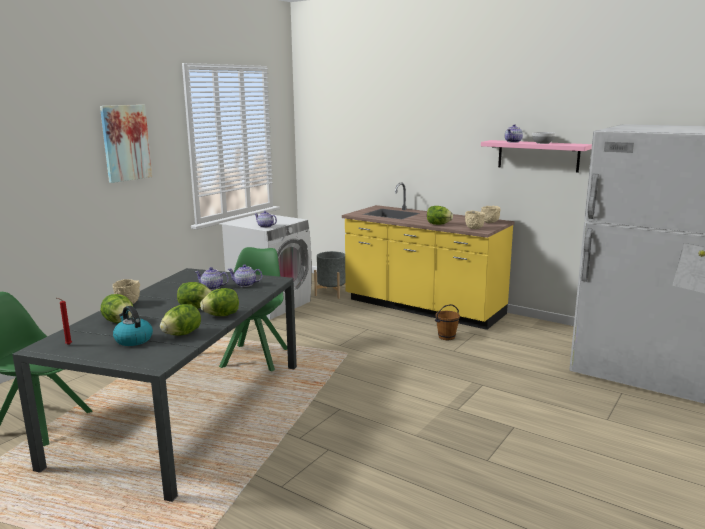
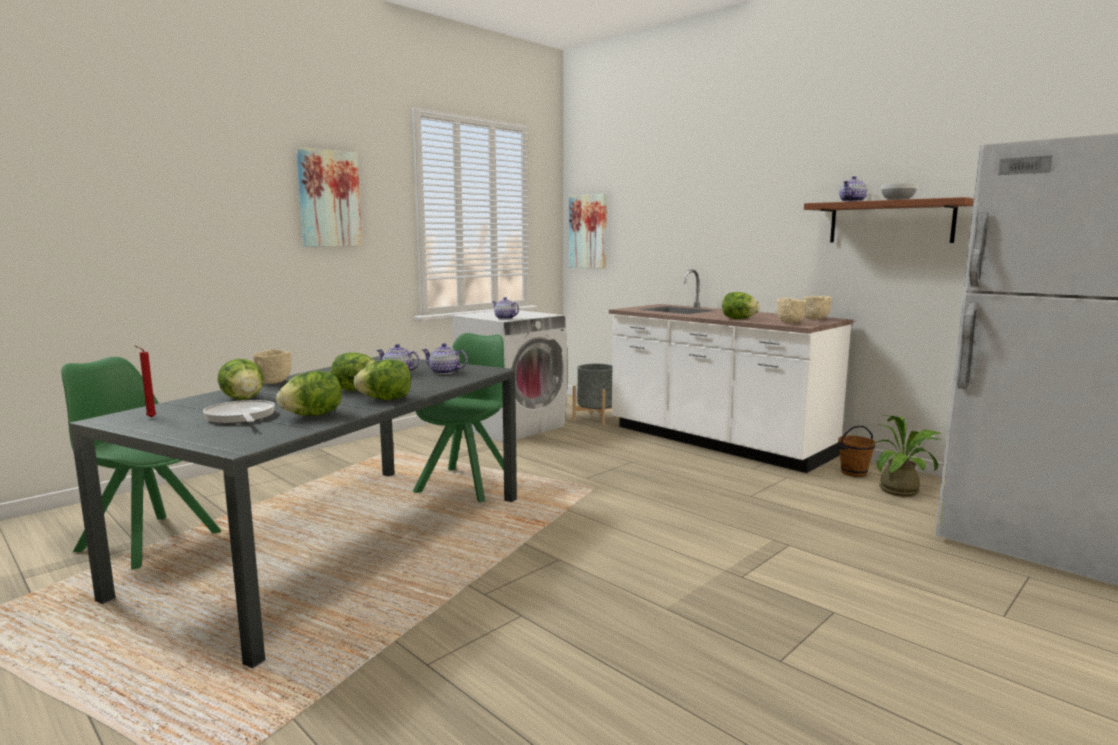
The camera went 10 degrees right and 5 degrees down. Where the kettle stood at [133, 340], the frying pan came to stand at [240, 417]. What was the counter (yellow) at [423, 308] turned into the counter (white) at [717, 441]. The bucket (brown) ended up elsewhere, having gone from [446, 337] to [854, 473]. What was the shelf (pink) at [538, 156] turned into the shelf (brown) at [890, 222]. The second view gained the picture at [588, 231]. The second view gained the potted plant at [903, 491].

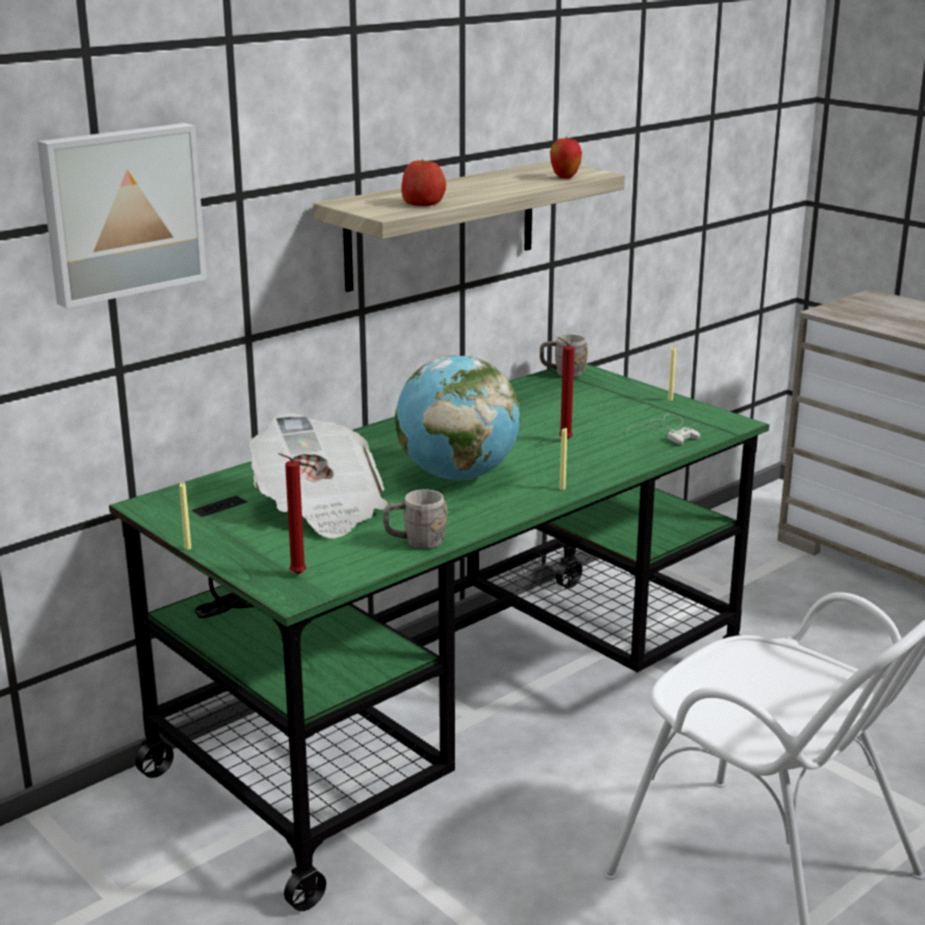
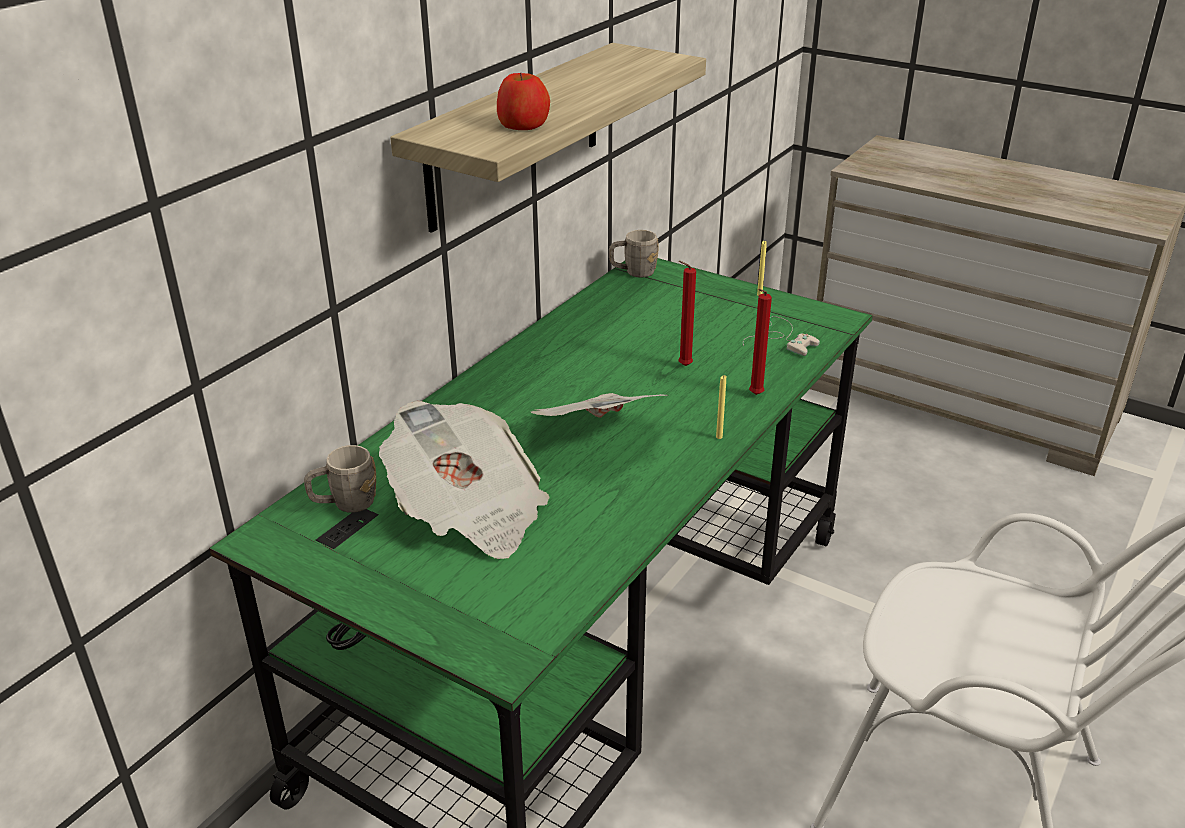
The camera went 15 degrees left and 10 degrees up. The second view lost the picture at [121, 212]. The second view lost the candle (yellow) at [188, 548]. The candle (red) ended up elsewhere, having gone from [295, 575] to [754, 395]. The mug (grey) ended up elsewhere, having gone from [415, 543] to [345, 504]. Where the globe stood at [457, 476], the newspaper came to stand at [598, 435]. The second view lost the apple at [565, 178].

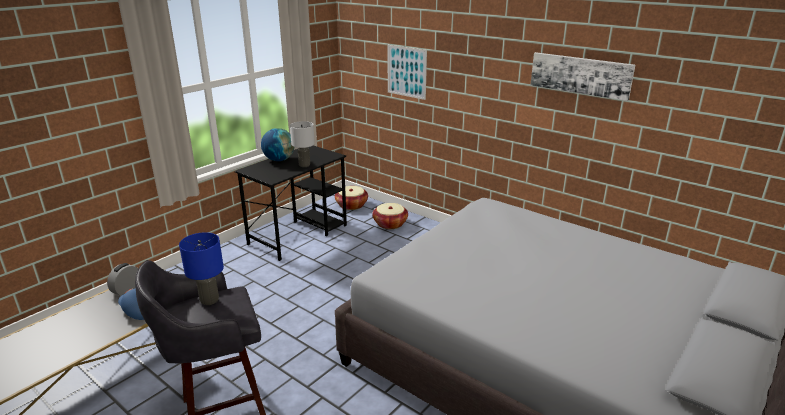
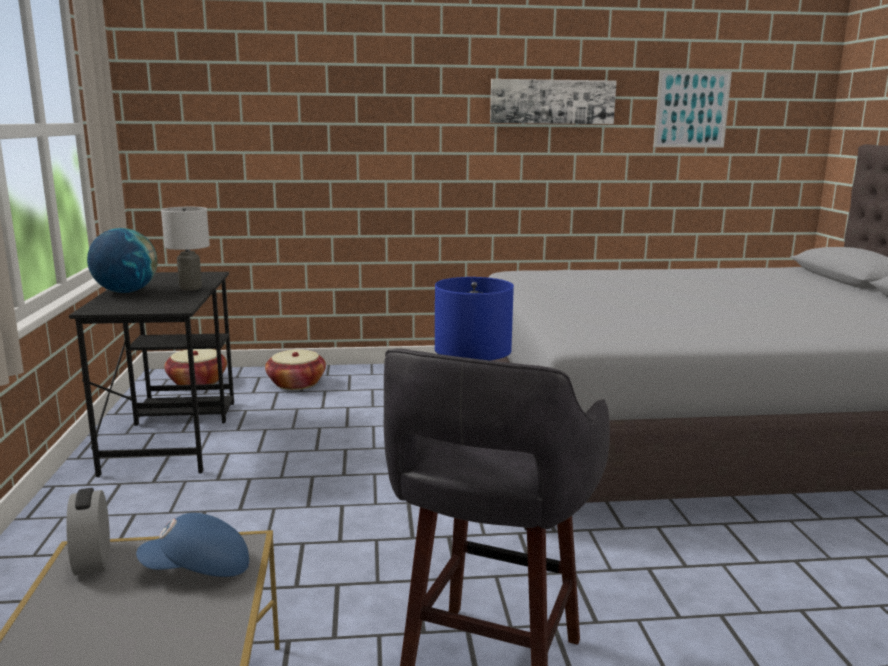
The camera went 45 degrees left and 10 degrees down. The picture ended up elsewhere, having gone from [406, 72] to [692, 109].

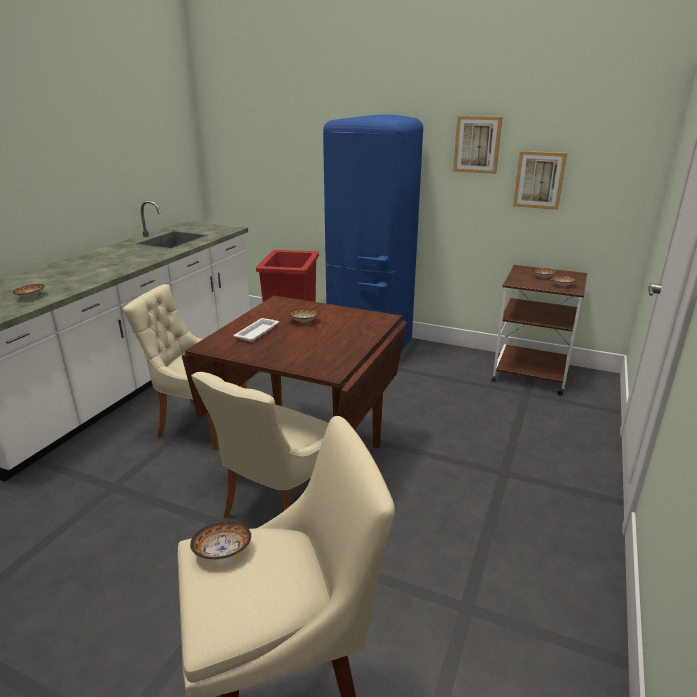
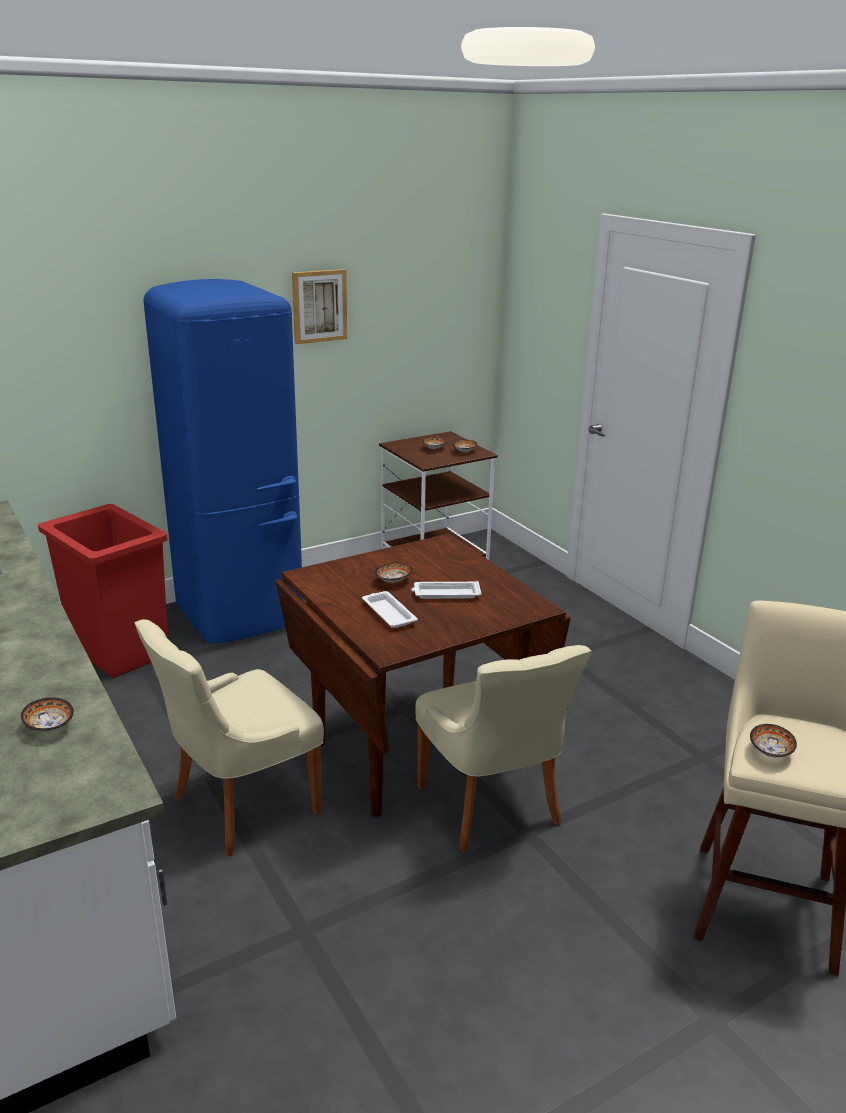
The camera went 55 degrees left and 0 degrees up. The second view lost the picture at [539, 180]. The second view gained the tray (white) at [445, 594].

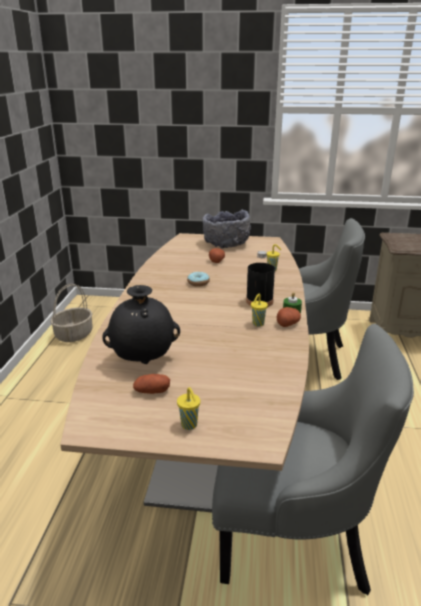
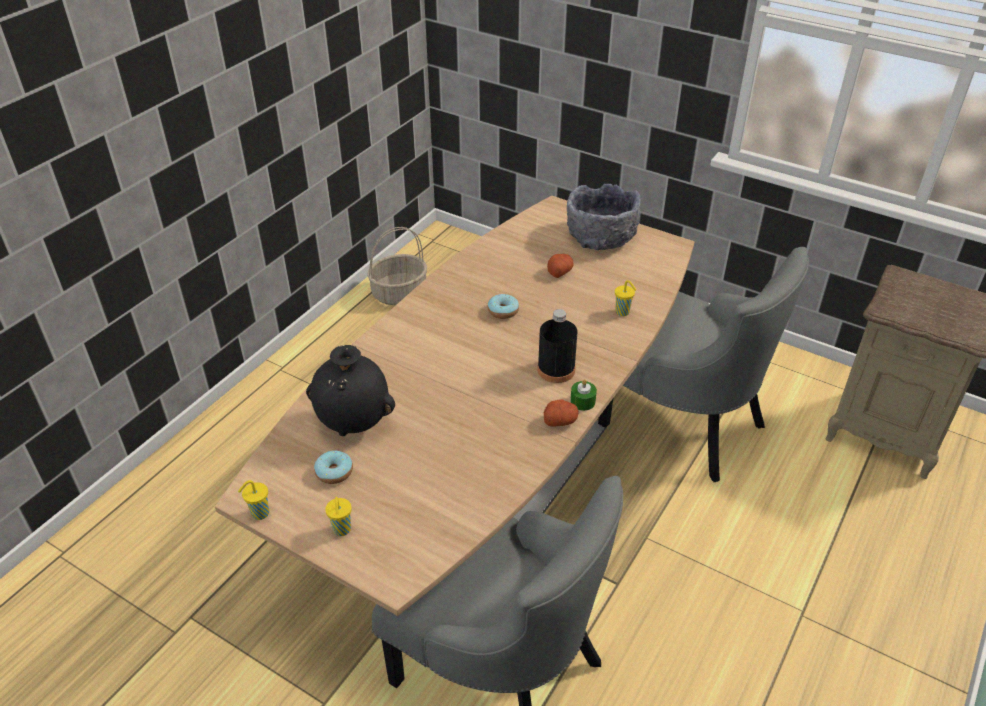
The camera went 25 degrees right and 15 degrees up. Where the potato stood at [152, 391], the donut came to stand at [334, 472]. The cup (yellow) ended up elsewhere, having gone from [257, 324] to [259, 514].

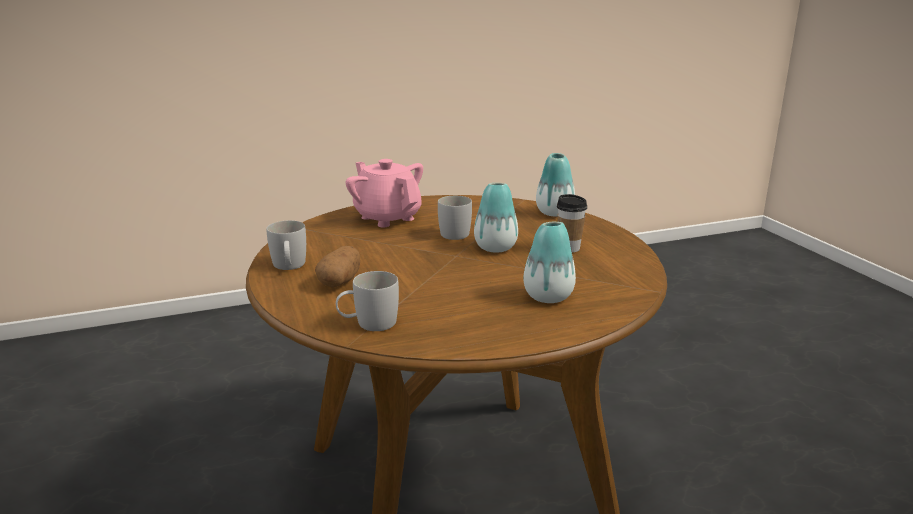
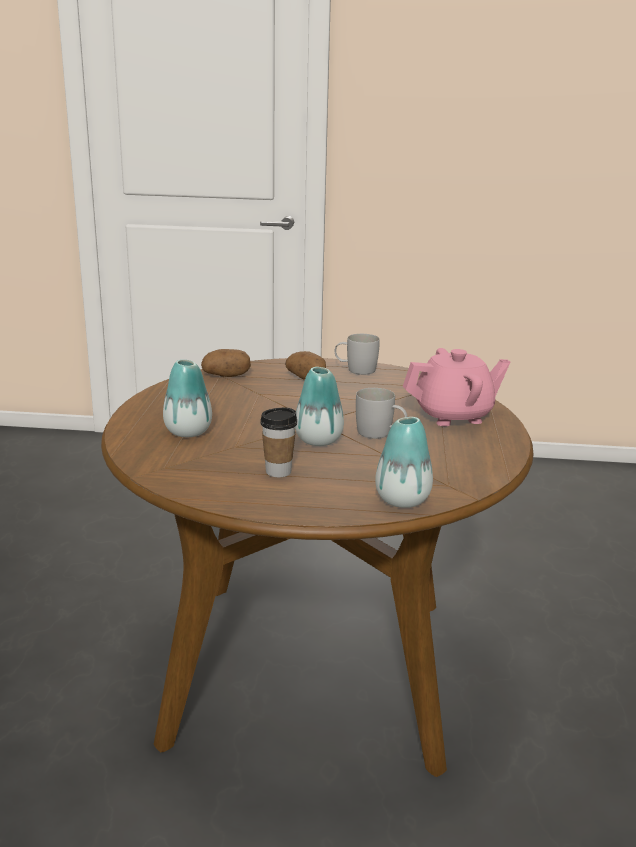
The camera went 115 degrees right and 0 degrees up. Where the mug (white) stood at [368, 324], the potato came to stand at [226, 376].

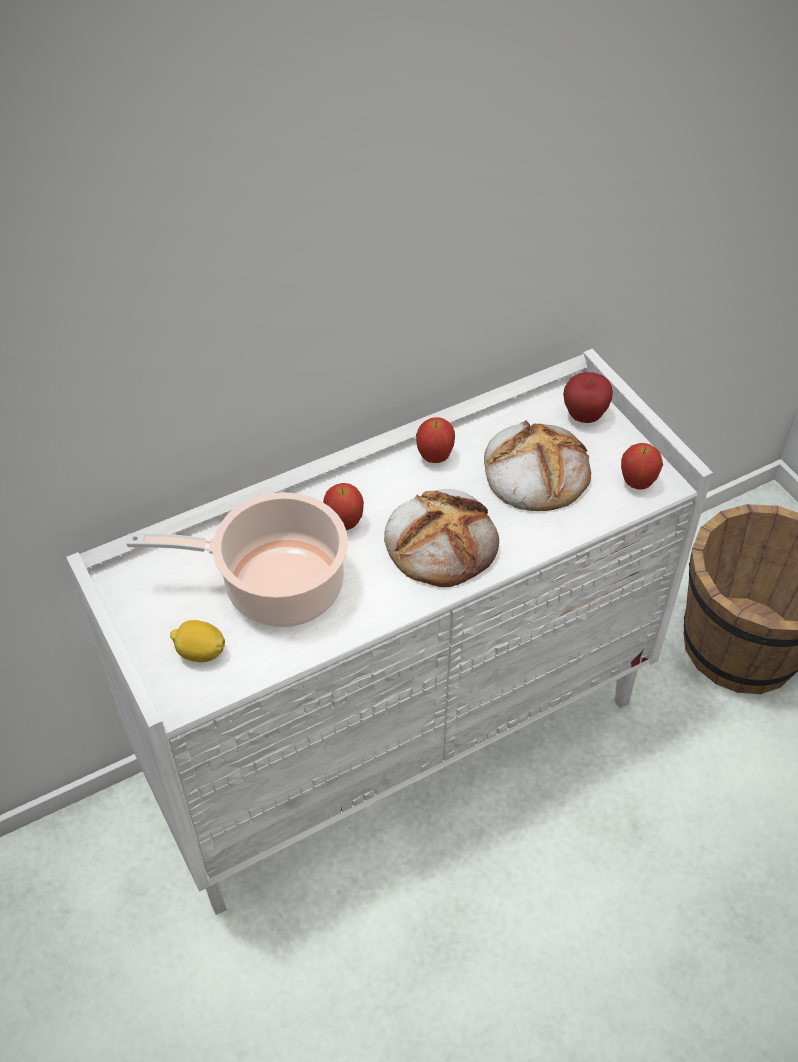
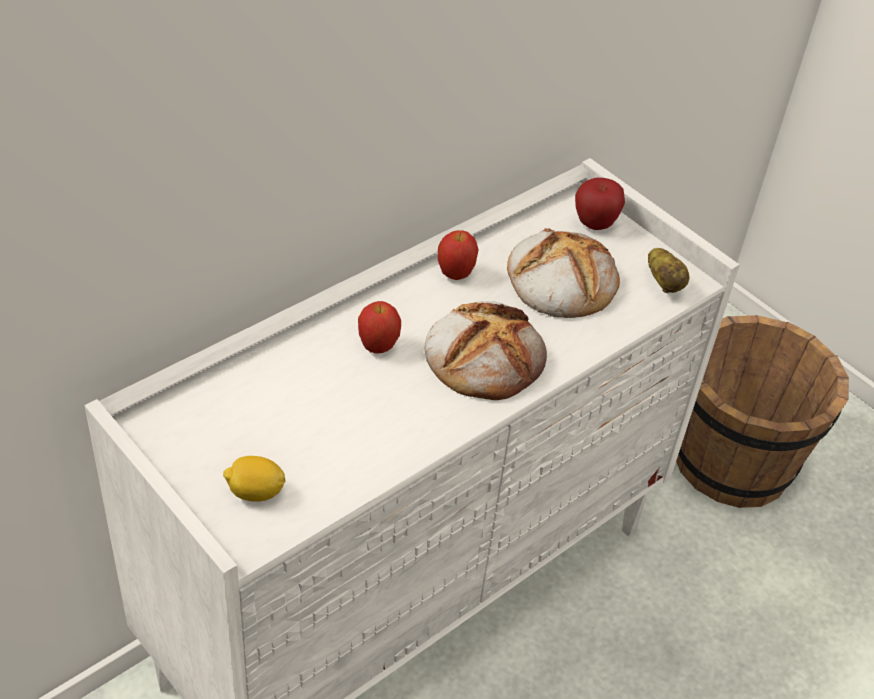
The camera went 15 degrees left and 5 degrees down. The second view lost the cooking pot at [275, 586]. Where the apple stood at [637, 483], the potato came to stand at [664, 283].

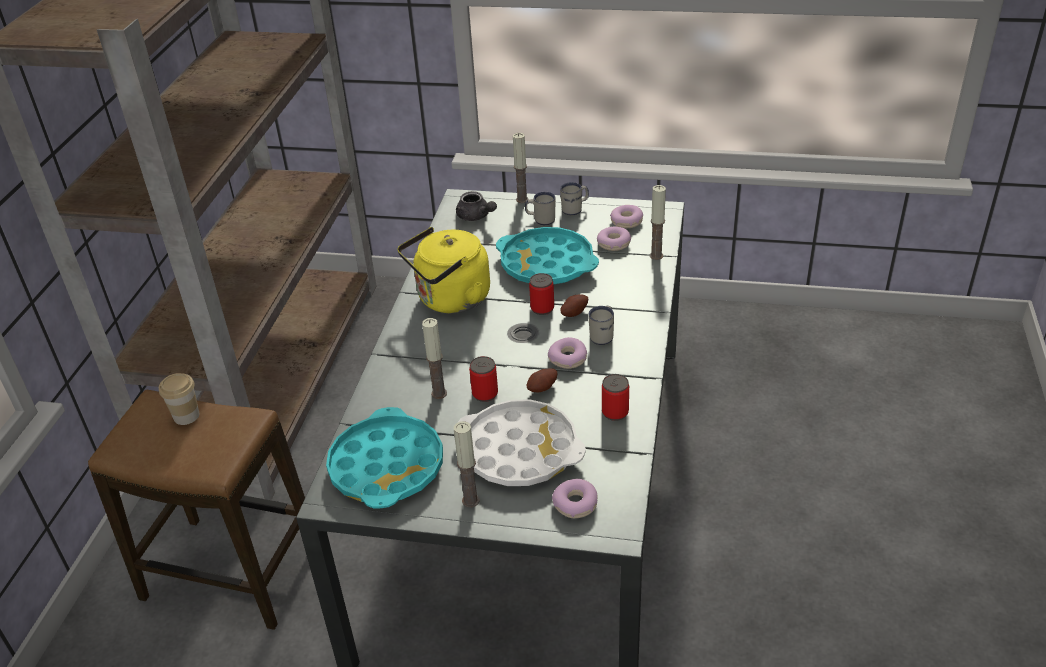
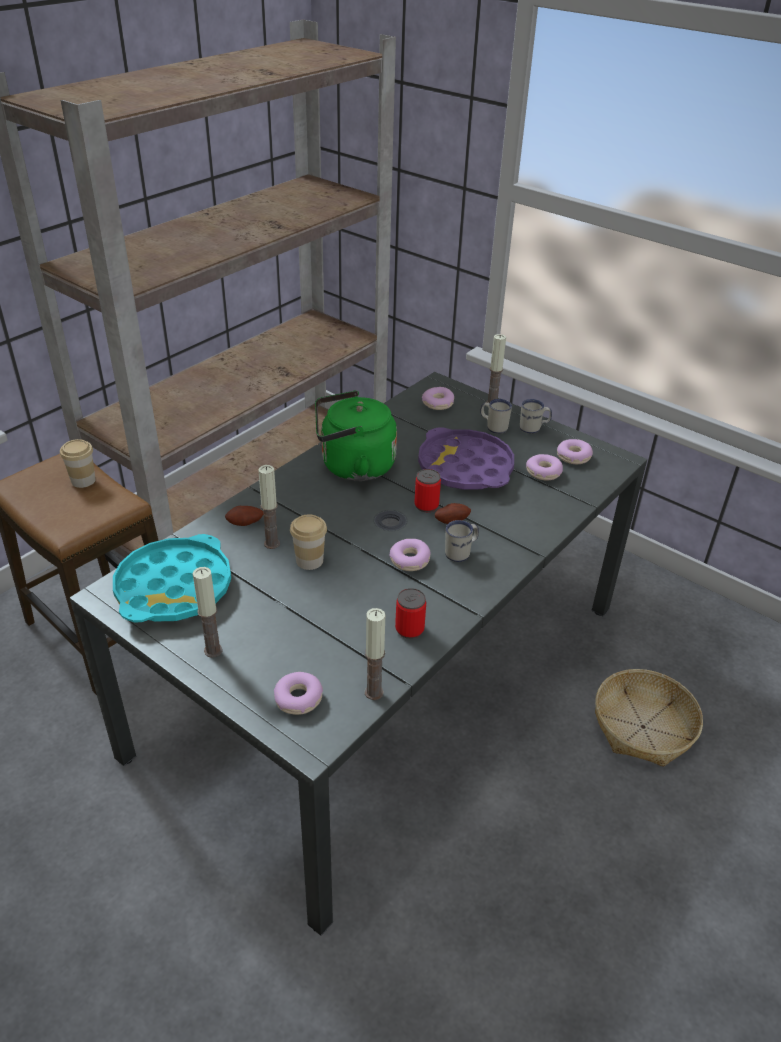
The camera went 25 degrees right and 0 degrees up. What was the kettle (yellow) at [450, 300] turned into the kettle (green) at [353, 466]. Where the teapot (grey) stood at [476, 217], the donut came to stand at [438, 404]. The second view lost the tray (white) at [519, 451]. Where the can stood at [485, 394], the cup came to stand at [309, 560]. What was the tray (turquoise) at [547, 264] turned into the tray (purple) at [465, 467]. The potato ended up elsewhere, having gone from [543, 388] to [245, 524]. The candle ended up elsewhere, having gone from [656, 256] to [374, 692]. The second view gained the basket at [643, 727].

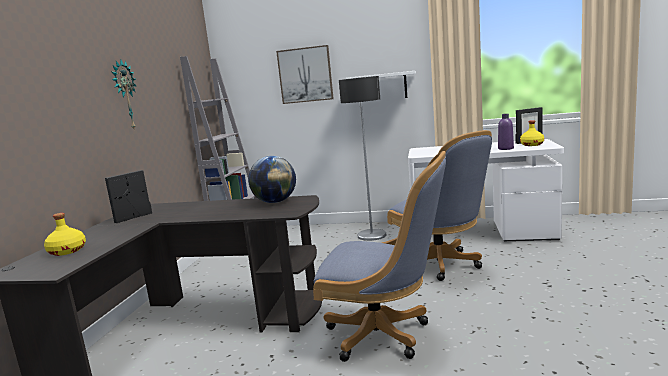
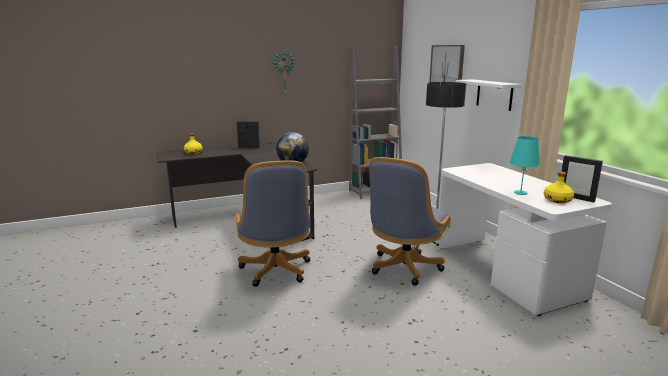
The camera went 55 degrees right and 5 degrees up. Where the bottle (purple) stood at [505, 148], the table lamp (turquoise) came to stand at [520, 193].

